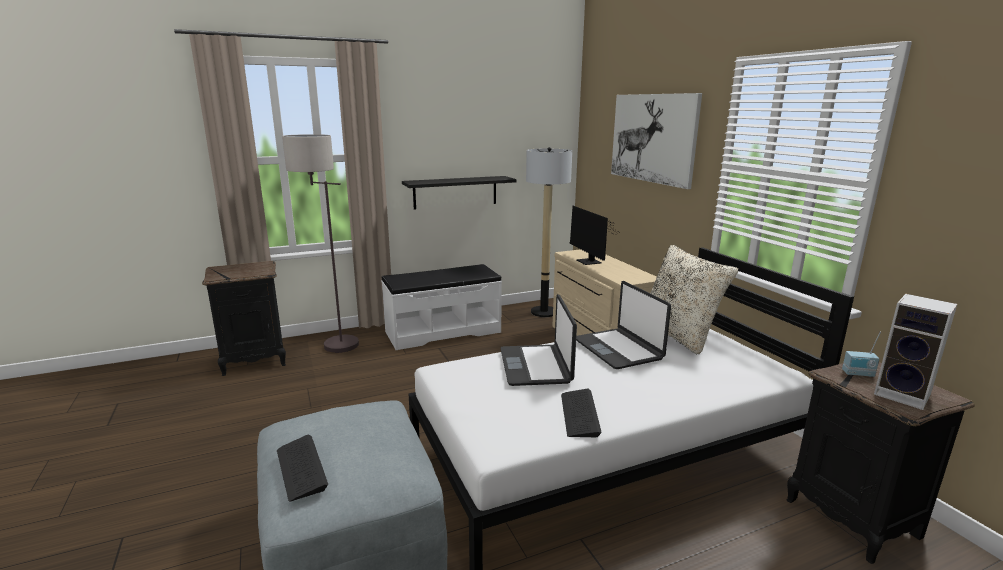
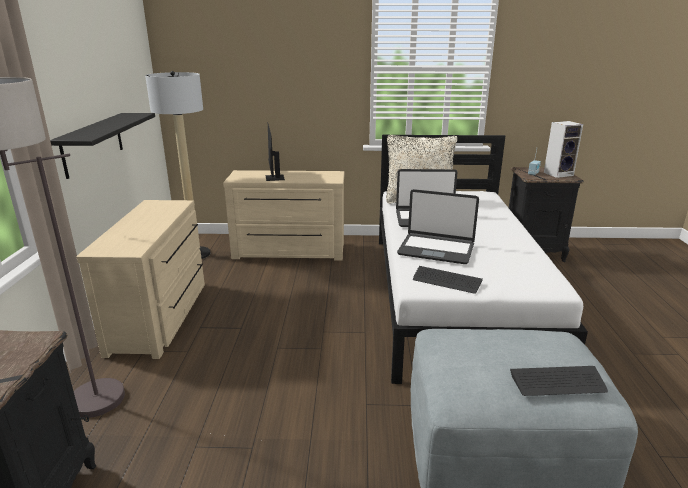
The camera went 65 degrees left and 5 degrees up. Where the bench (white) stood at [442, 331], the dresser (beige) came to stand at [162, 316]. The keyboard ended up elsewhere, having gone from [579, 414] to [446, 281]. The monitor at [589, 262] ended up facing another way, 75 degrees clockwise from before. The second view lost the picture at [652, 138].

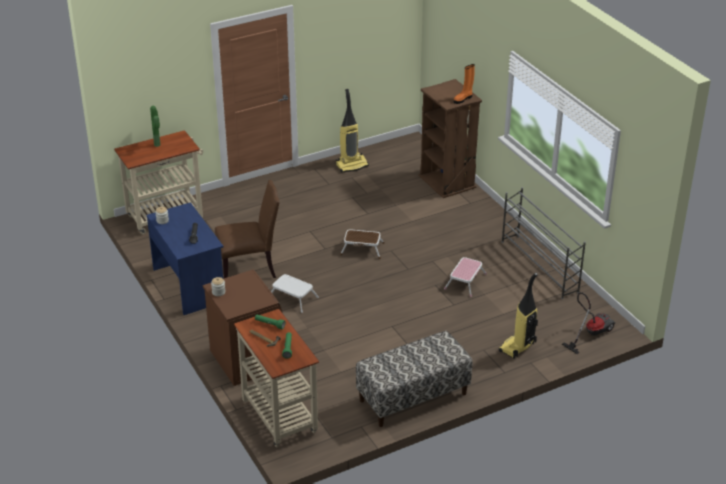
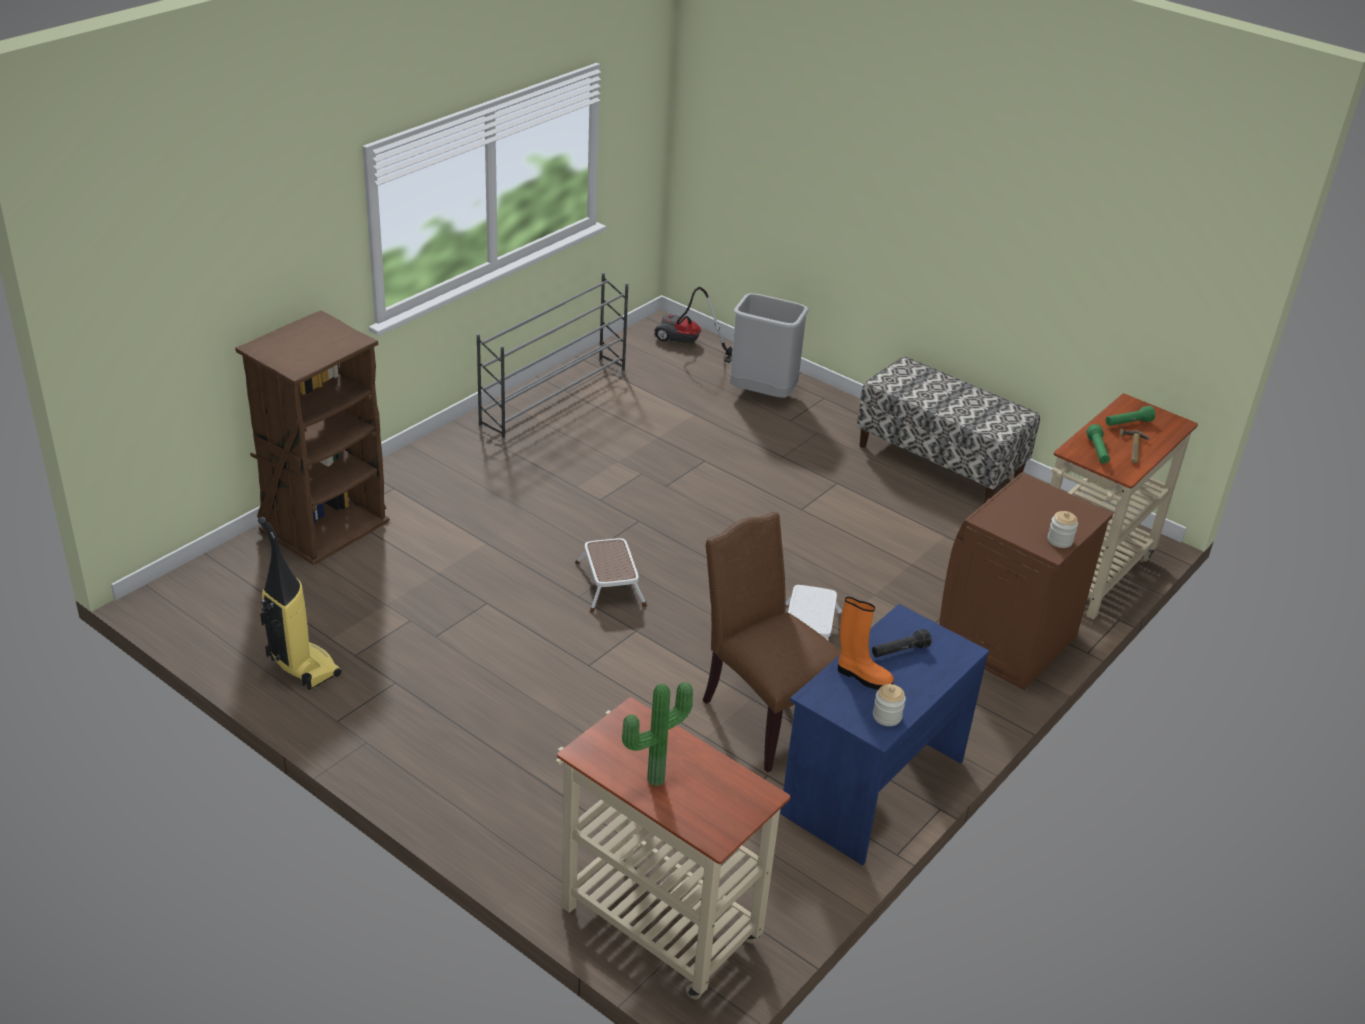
The camera went 115 degrees left and 0 degrees up. The second view lost the step ladder (pink) at [465, 281]. The boot (orange) ended up elsewhere, having gone from [463, 99] to [862, 676]. Where the vacuum cleaner stood at [517, 347], the trash can (grey) came to stand at [763, 394].

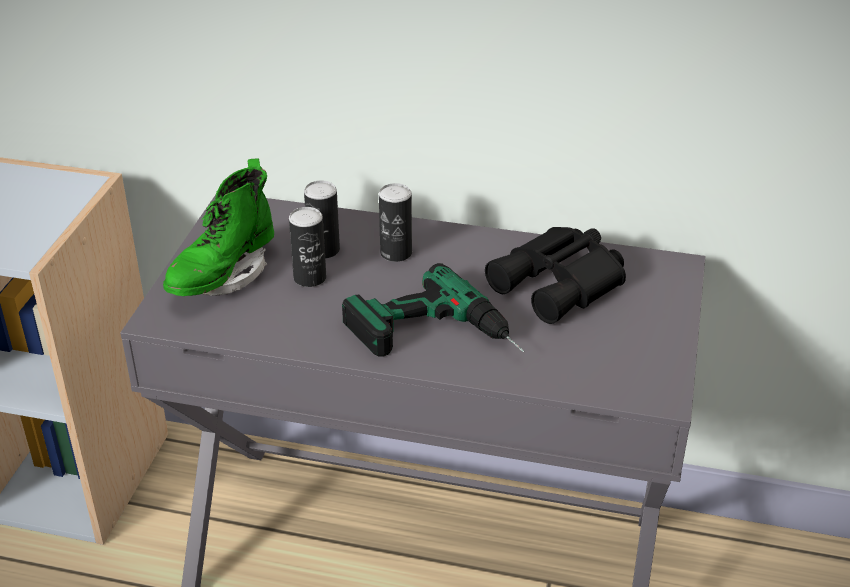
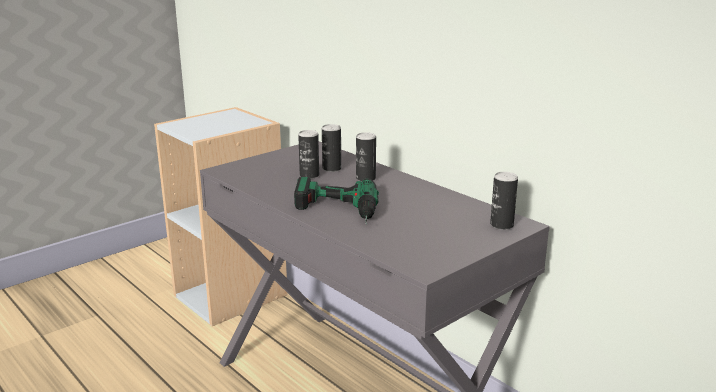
The camera went 35 degrees right and 15 degrees down. The second view lost the boot (green) at [223, 275]. The second view lost the binoculars (black) at [561, 284]. The second view gained the can at [501, 225].

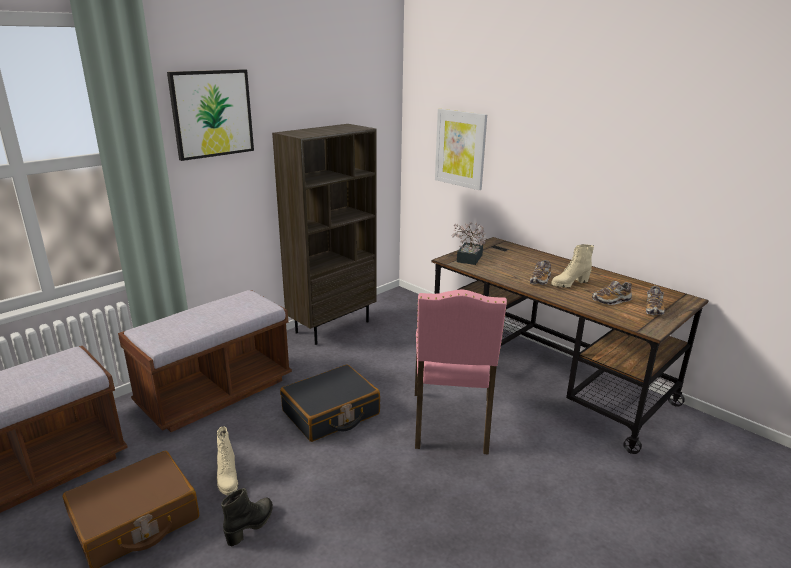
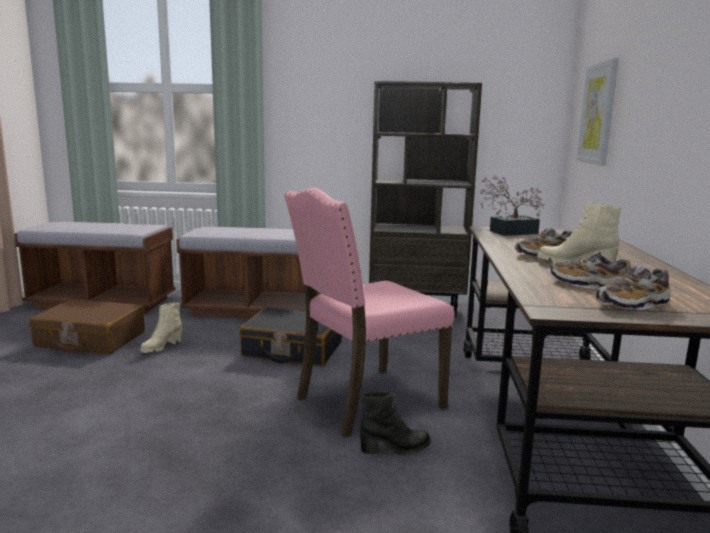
The camera went 50 degrees right and 10 degrees down. The second view lost the picture at [212, 113]. The boot (black) ended up elsewhere, having gone from [251, 525] to [395, 449].

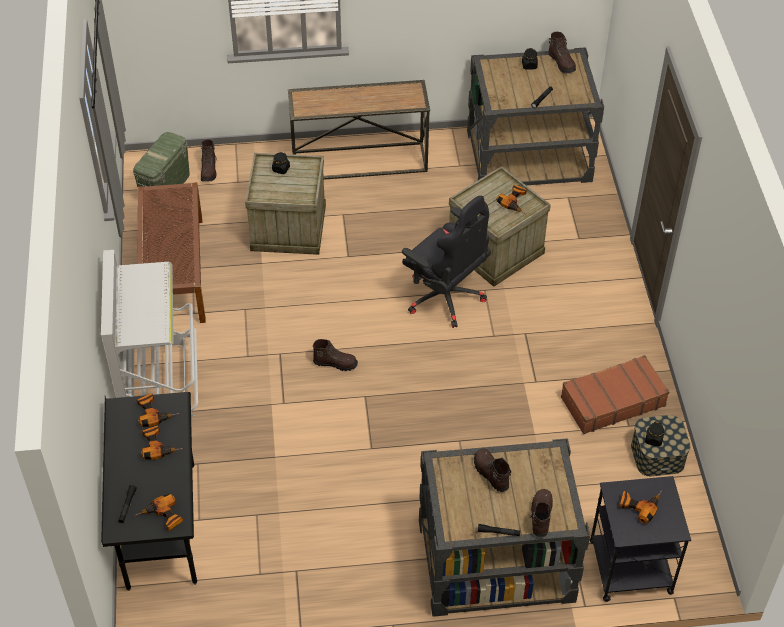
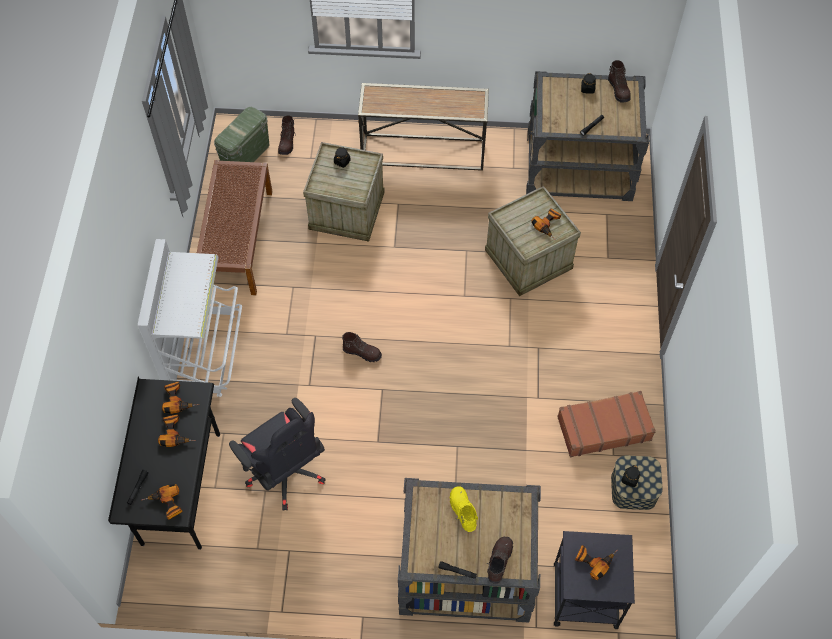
The camera went 10 degrees right and 10 degrees up. The office chair (black) ended up elsewhere, having gone from [444, 297] to [285, 471]. What was the boot (brown) at [490, 474] turned into the boot (yellow) at [462, 511].

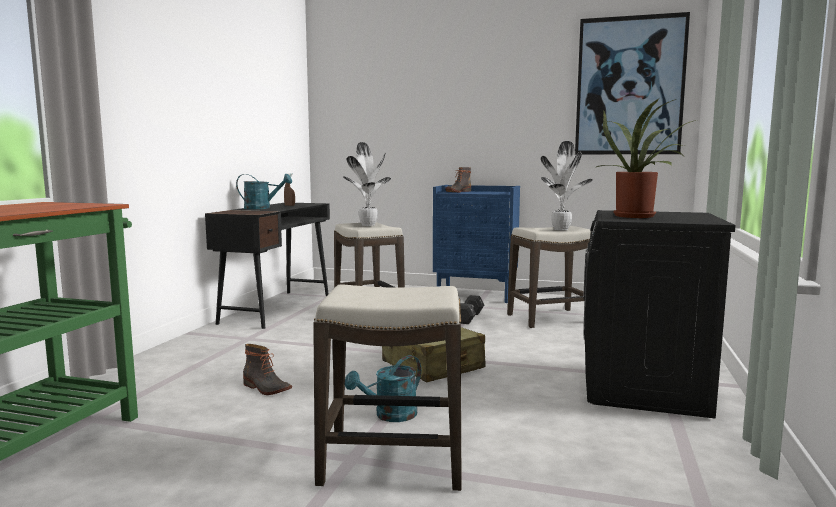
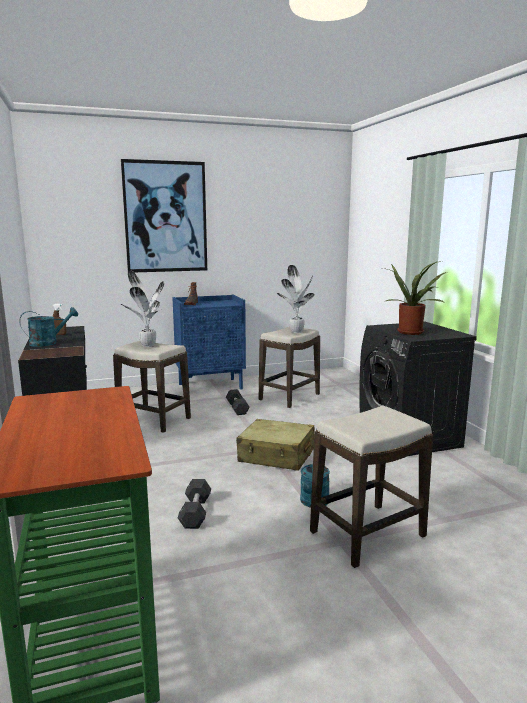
The camera went 35 degrees left and 5 degrees up. Where the boot stood at [266, 388], the dumbbell (black) came to stand at [195, 512]. The picture ended up elsewhere, having gone from [629, 86] to [165, 217].

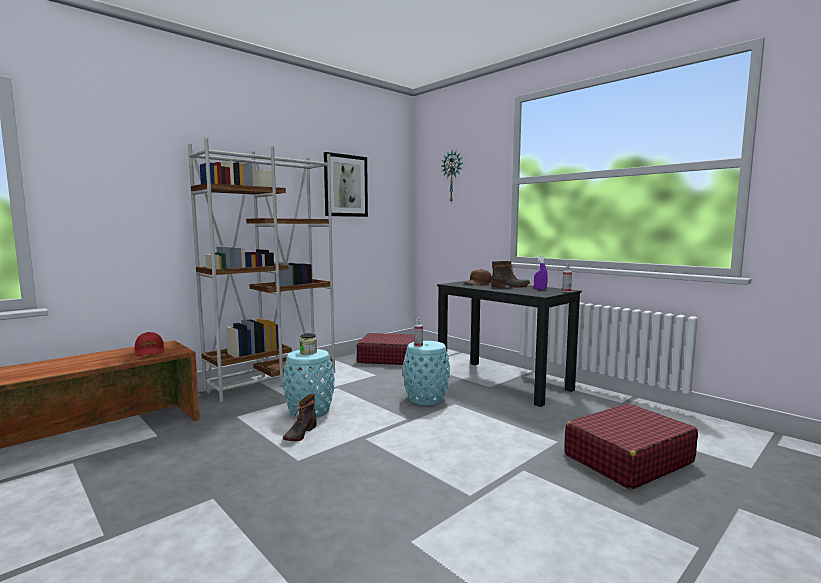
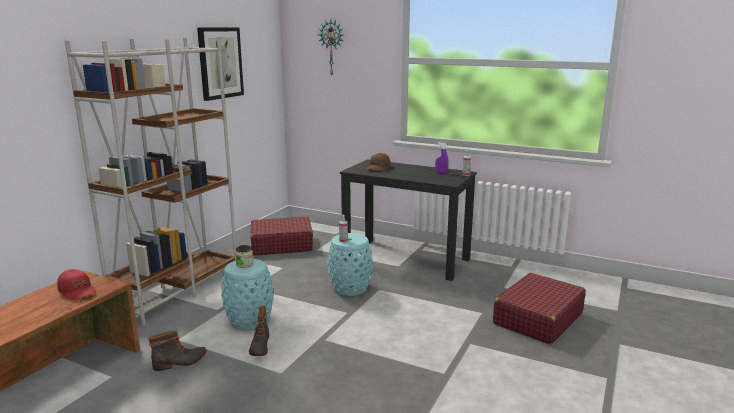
The camera went 20 degrees left and 10 degrees up. The boot ended up elsewhere, having gone from [510, 286] to [180, 362].

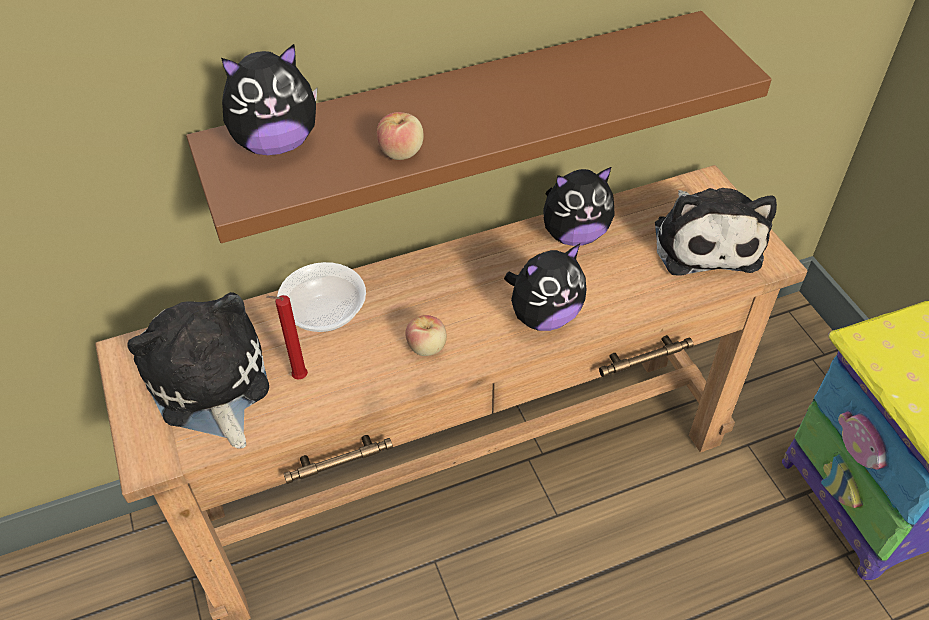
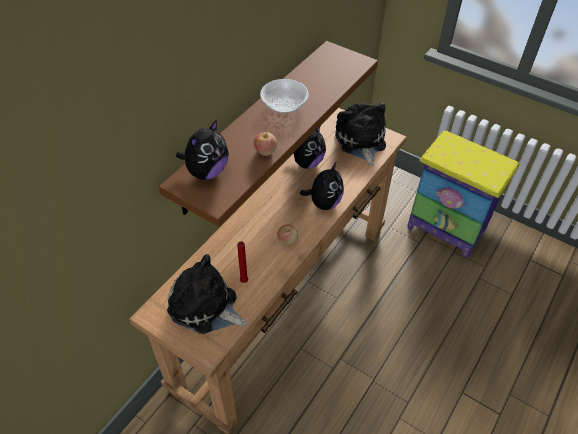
The camera went 35 degrees left and 0 degrees up. The bowl ended up elsewhere, having gone from [324, 312] to [284, 105]. The plush toy at [705, 241] ended up facing another way, 150 degrees counterclockwise from before.

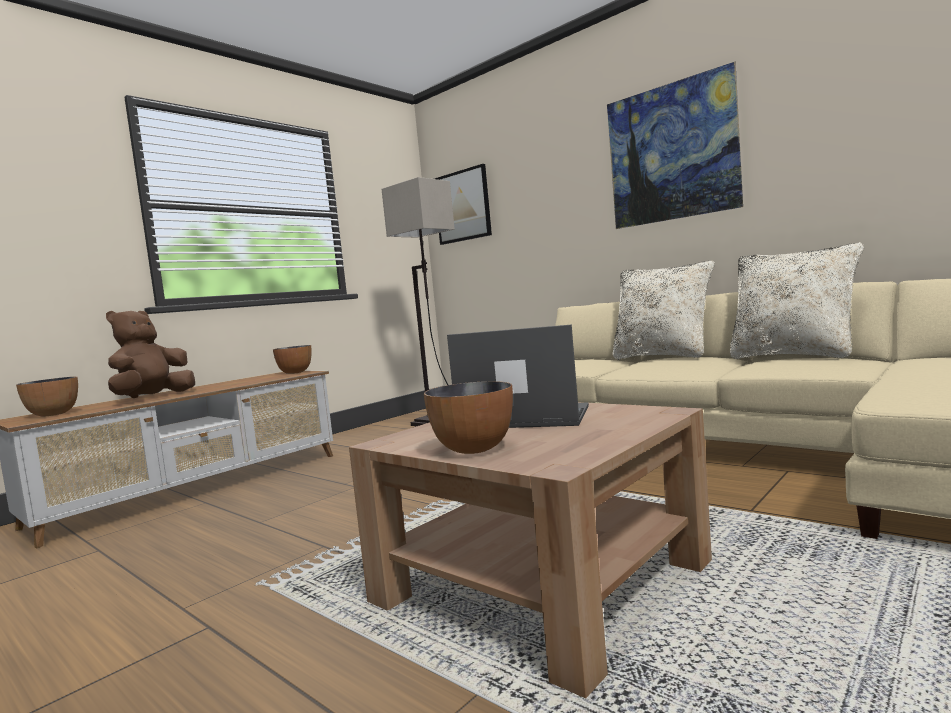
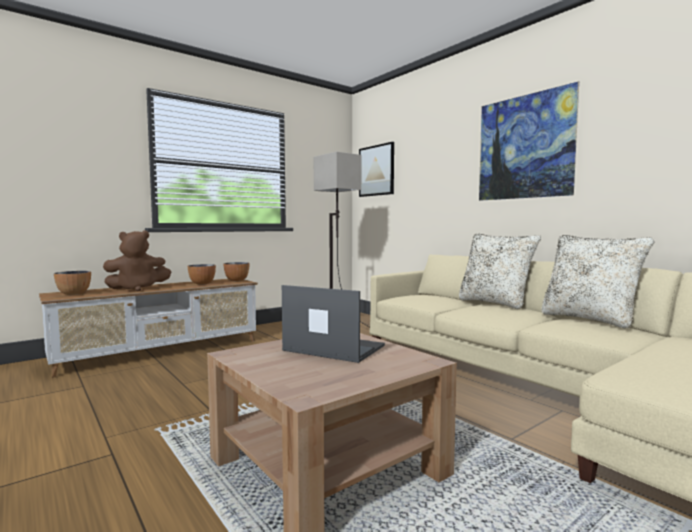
The camera went 10 degrees right and 0 degrees up. The plush toy (brown) at [152, 397] ended up facing another way, 150 degrees counterclockwise from before. The bowl ended up elsewhere, having gone from [474, 449] to [202, 284].

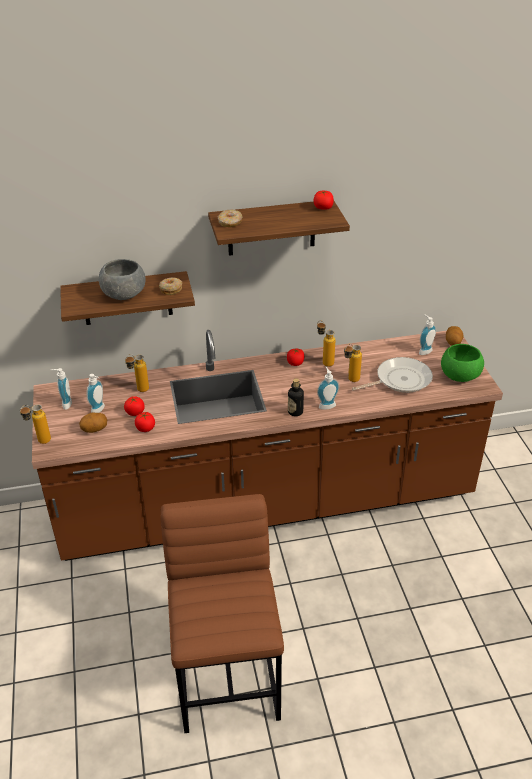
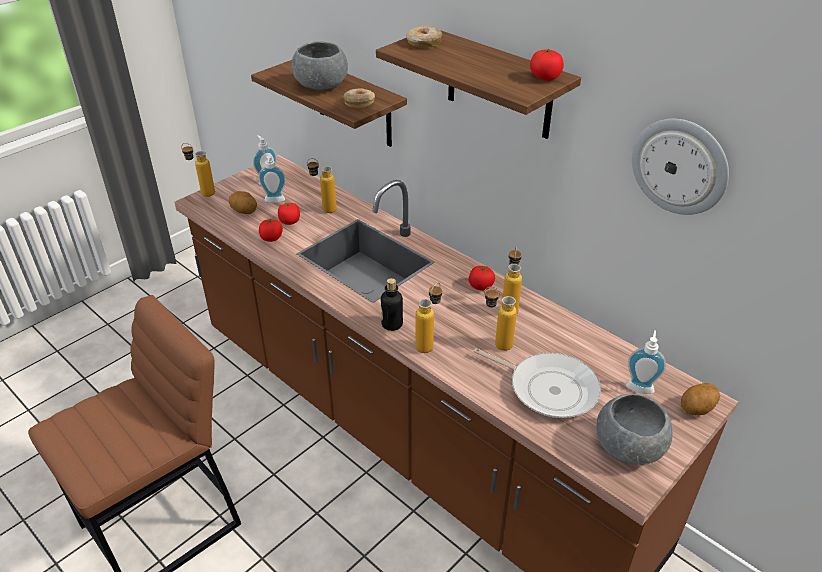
The camera went 55 degrees right and 0 degrees up. Where the soap dispenser stood at [326, 405], the bottle came to stand at [428, 343]. What was the bowl (green) at [459, 375] turned into the bowl (grey) at [629, 447]. The second view gained the wall clock at [680, 166].

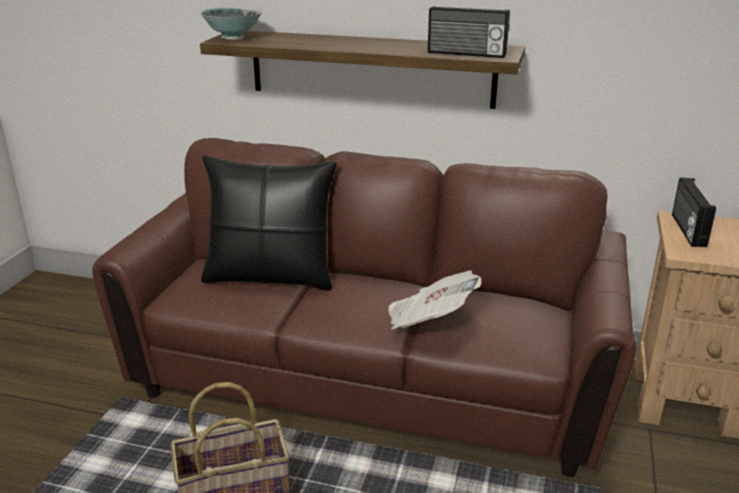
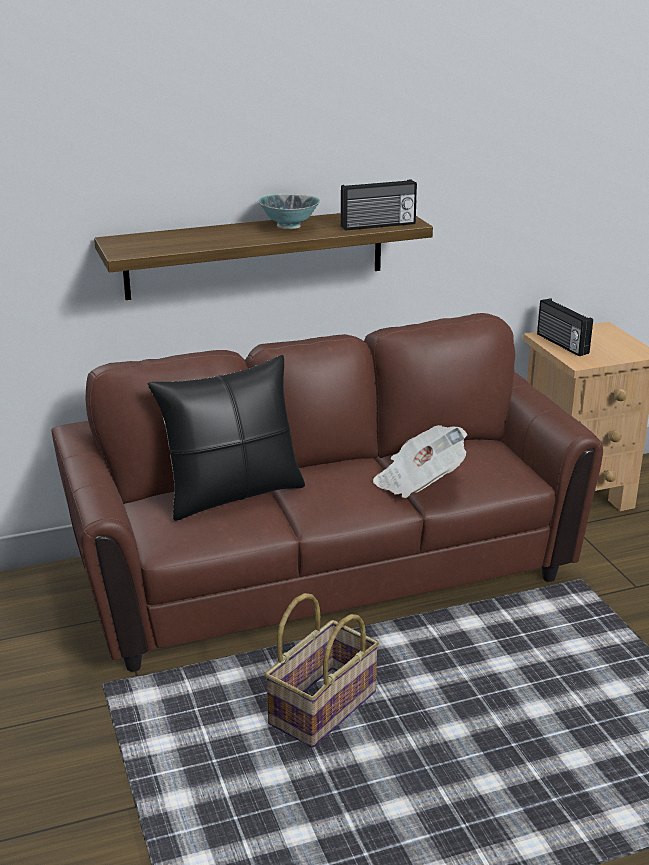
The camera went 35 degrees left and 0 degrees up. The bowl ended up elsewhere, having gone from [232, 38] to [289, 227].

